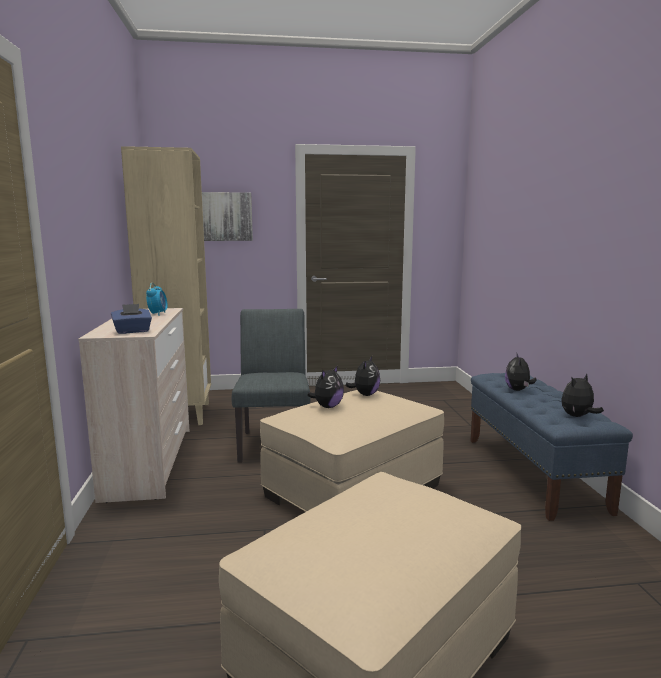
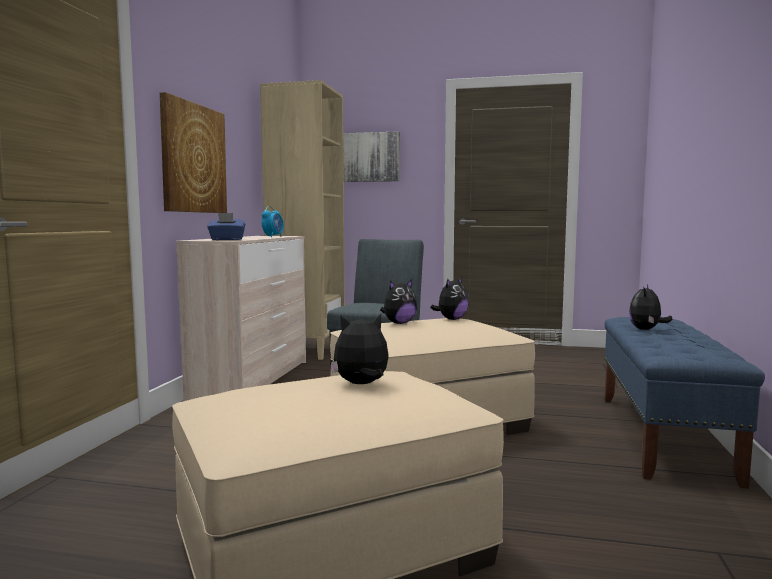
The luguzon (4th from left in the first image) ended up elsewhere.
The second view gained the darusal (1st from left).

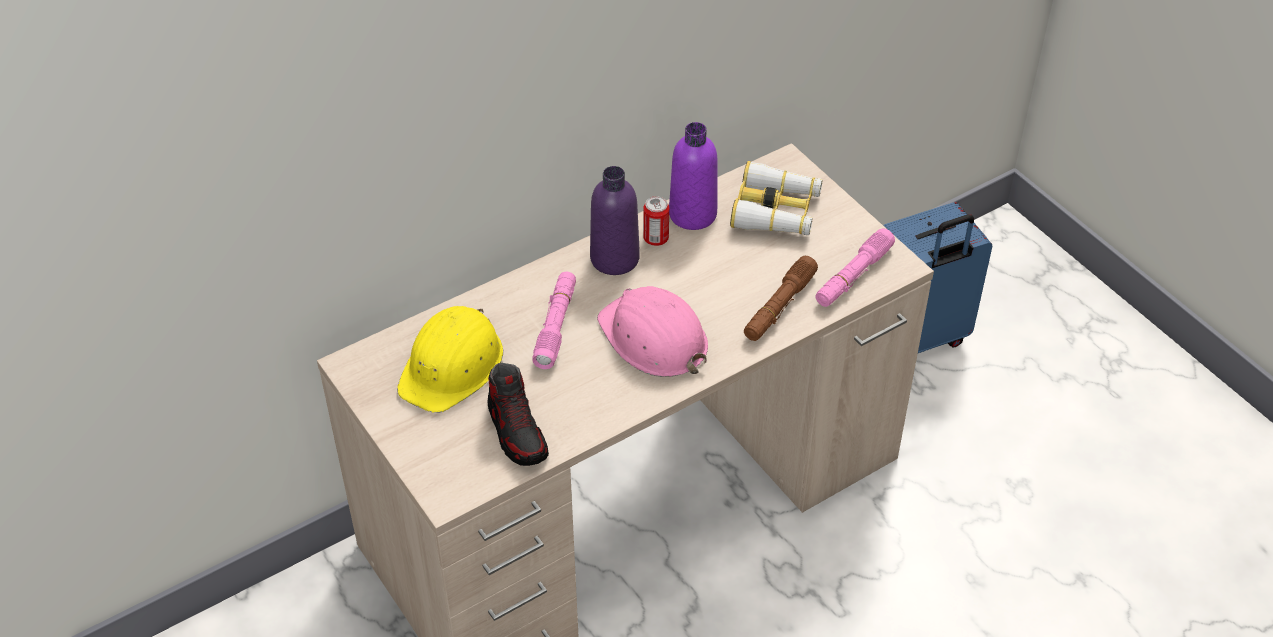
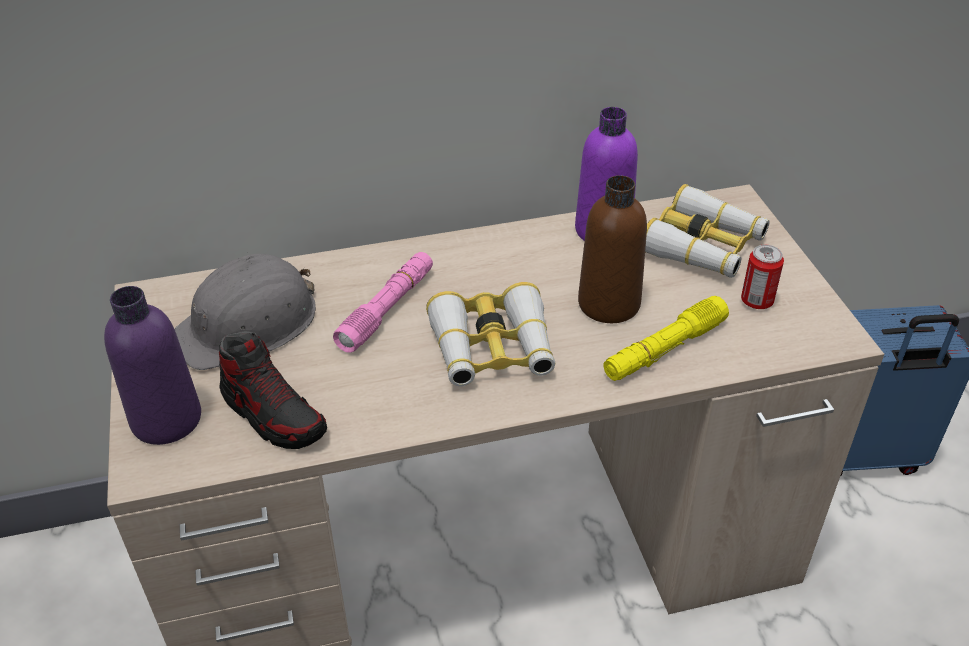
What was the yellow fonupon turned into the grey fonupon.
The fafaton ended up facing another way, 45 degrees counterclockwise from before.
The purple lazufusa (1st from left) ended up elsewhere.
Where the pink fonupon stood, the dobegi (1st from left) came to stand.
The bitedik ended up elsewhere.
What was the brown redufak turned into the yellow redufak.
The second view lost the pink redufak (2nd from left).
The second view gained the brown lazufusa.

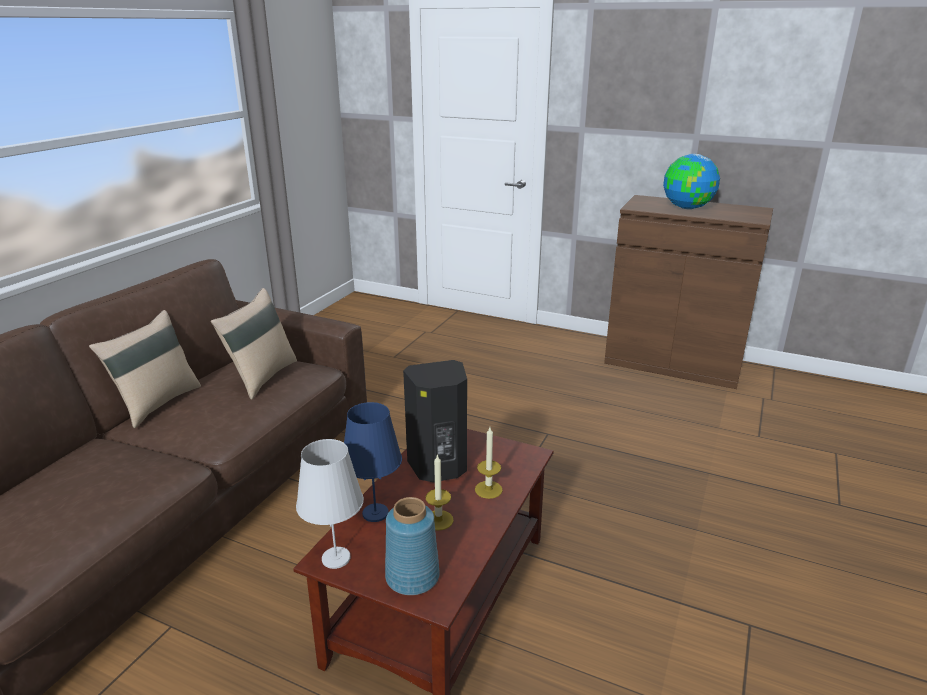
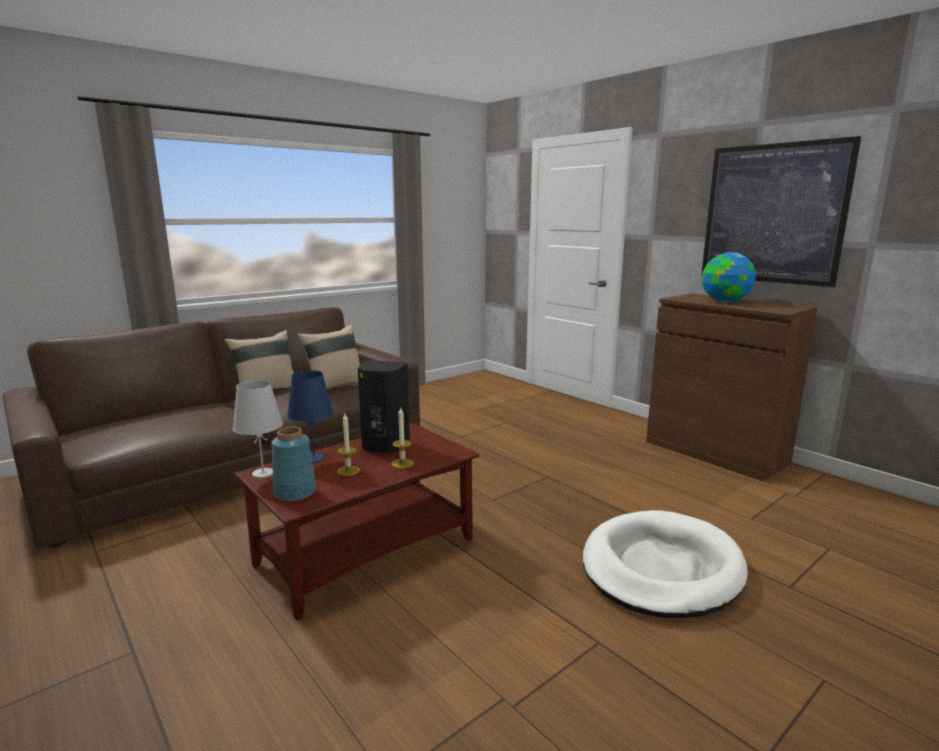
The second view gained the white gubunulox.
The second view gained the darusal.

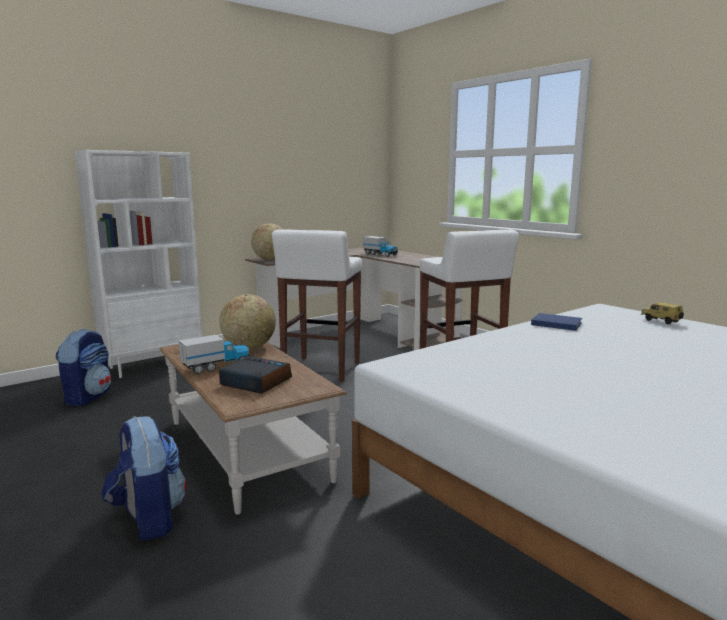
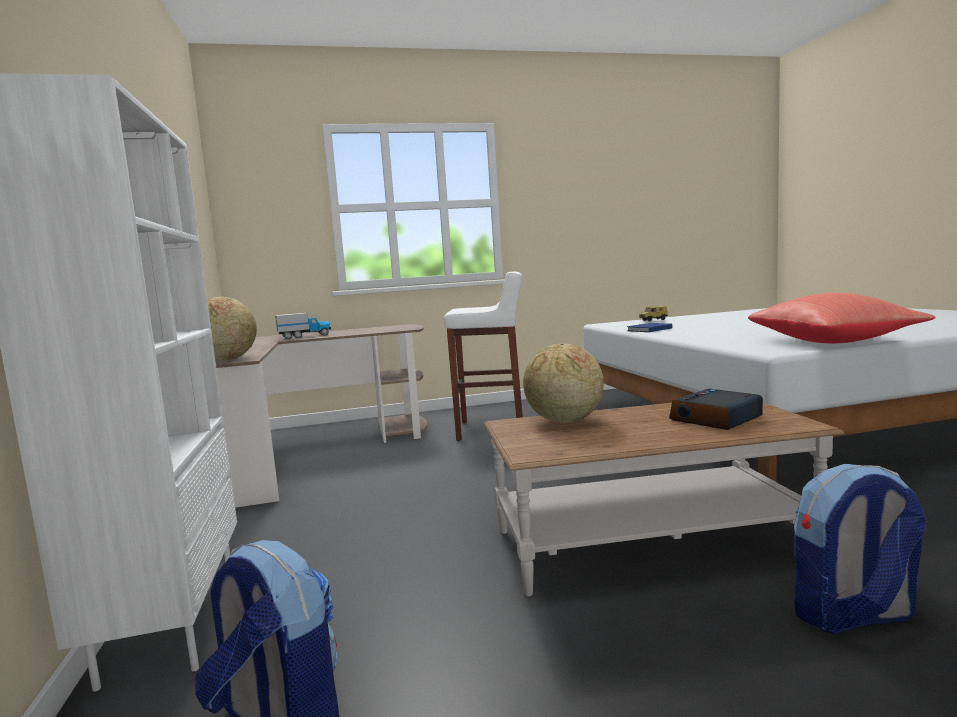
The second view lost the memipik (1st from left).
The second view lost the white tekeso (1st from left).
The second view gained the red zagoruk.

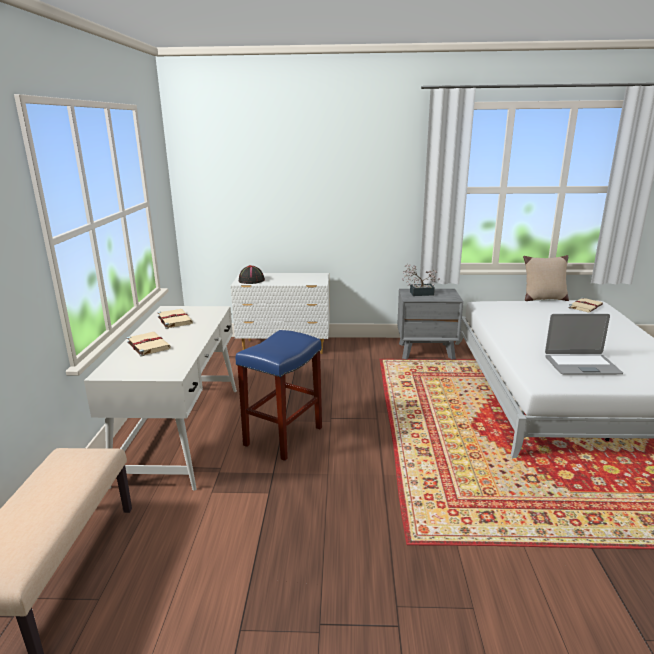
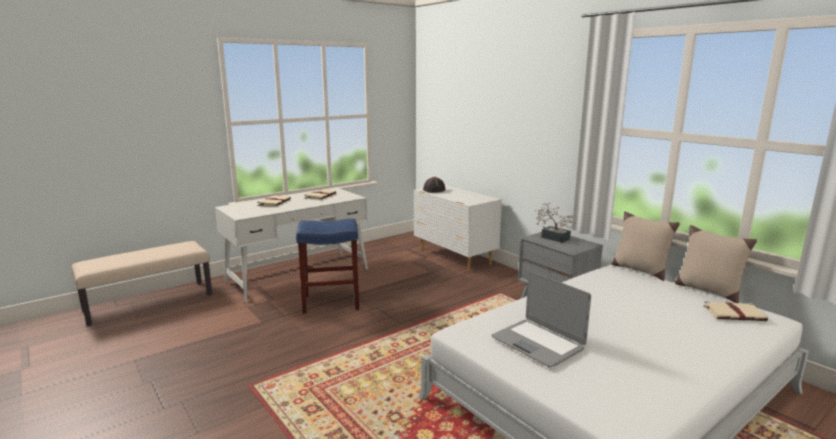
The second view gained the beige zagoruk (1st from left).

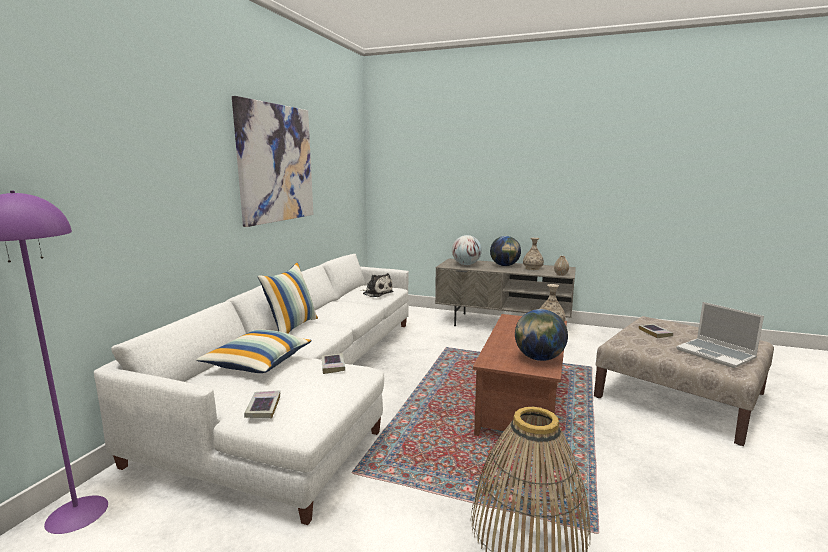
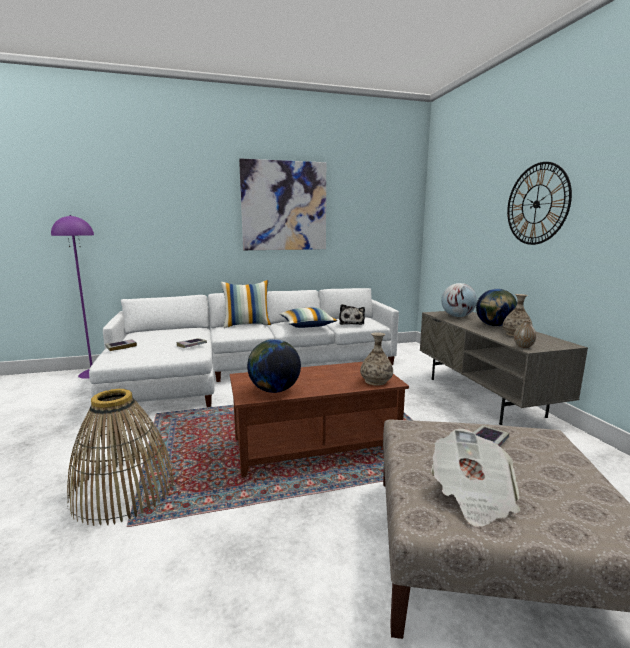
The zagoruk (1st from left in the first image) ended up elsewhere.
Where the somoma stood, the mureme came to stand.
The second view gained the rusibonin.

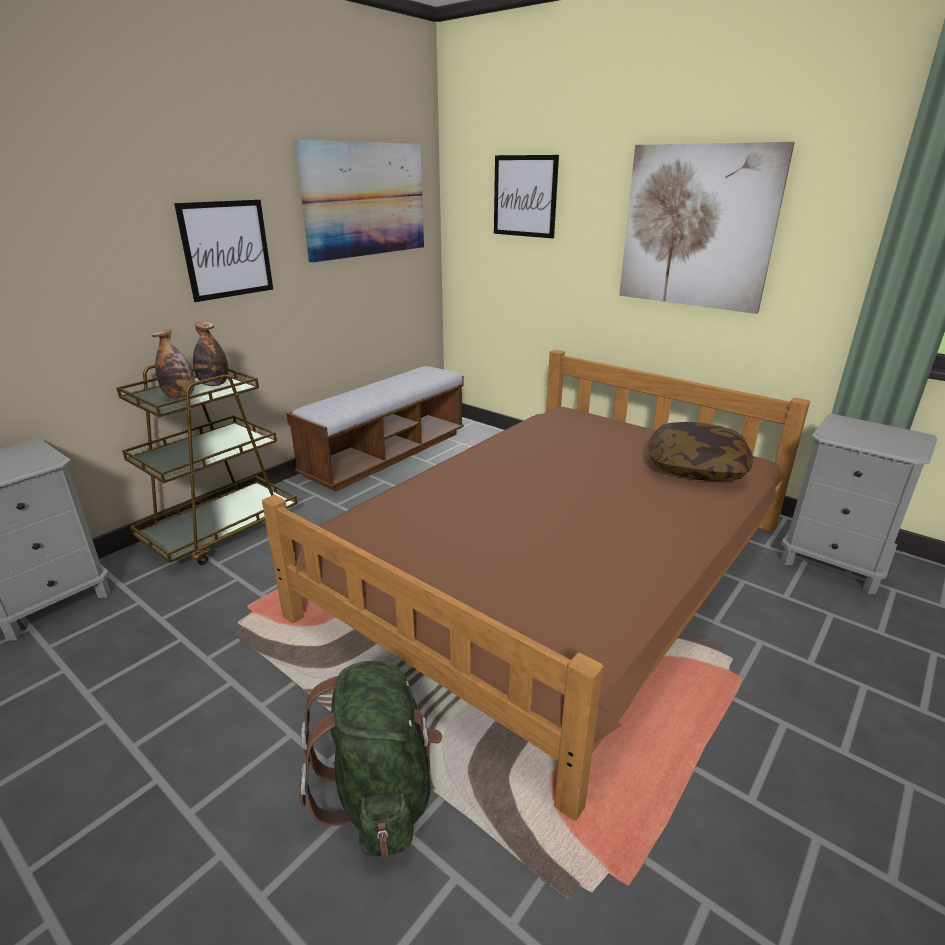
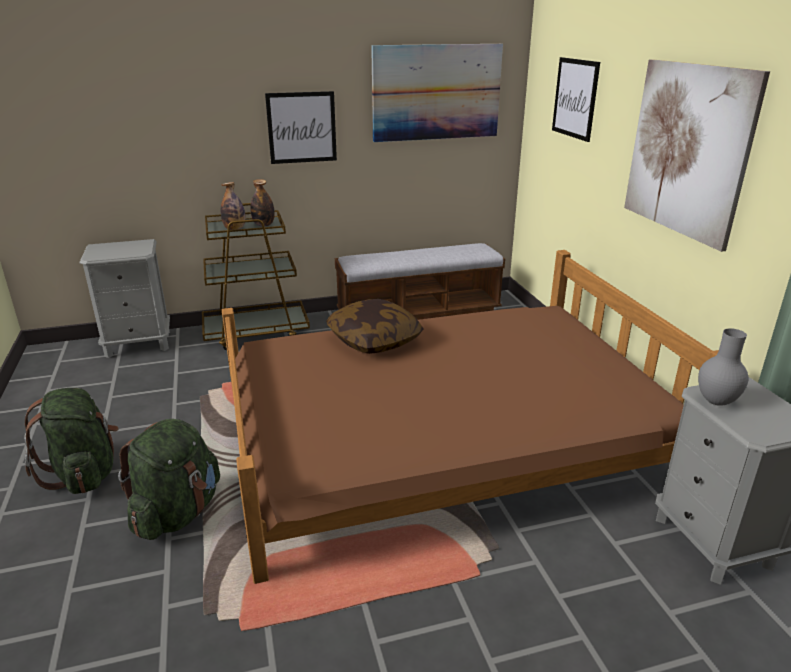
The zagoruk ended up elsewhere.
The second view gained the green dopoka (1st from left).
The second view gained the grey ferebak.

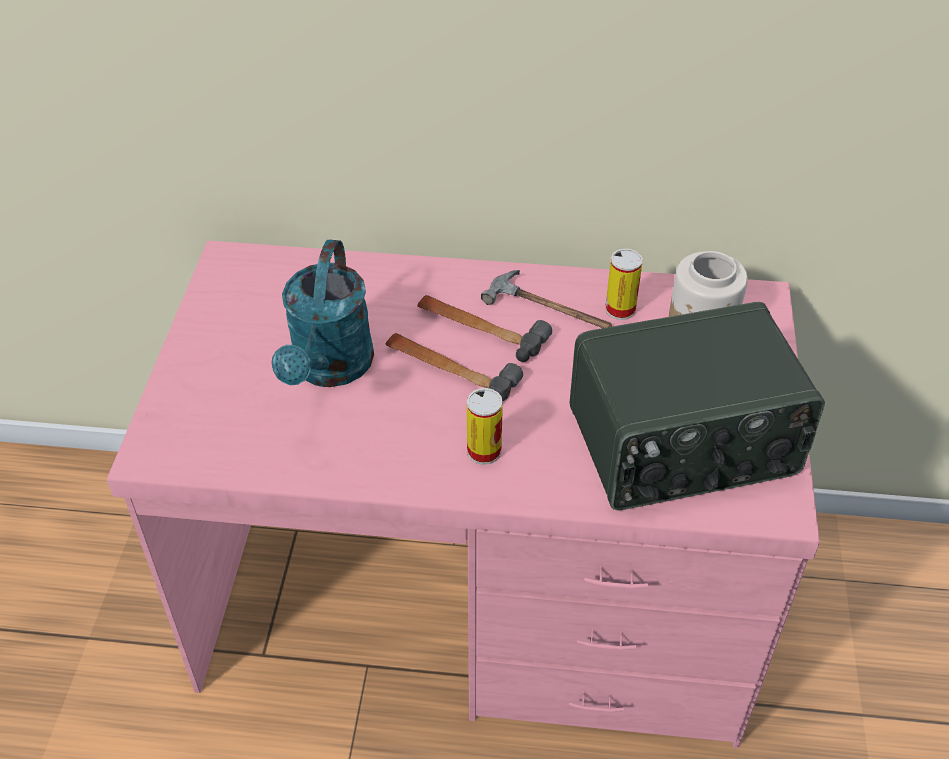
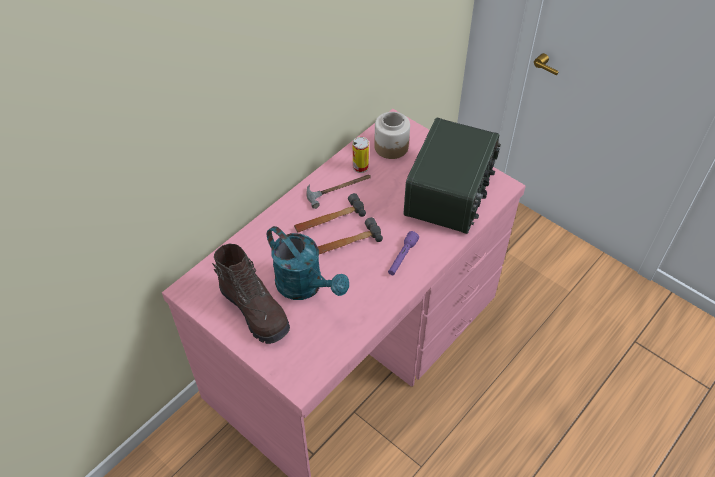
Where the bitedik (1st from left) stood, the purple redufak came to stand.
The second view gained the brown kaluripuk.

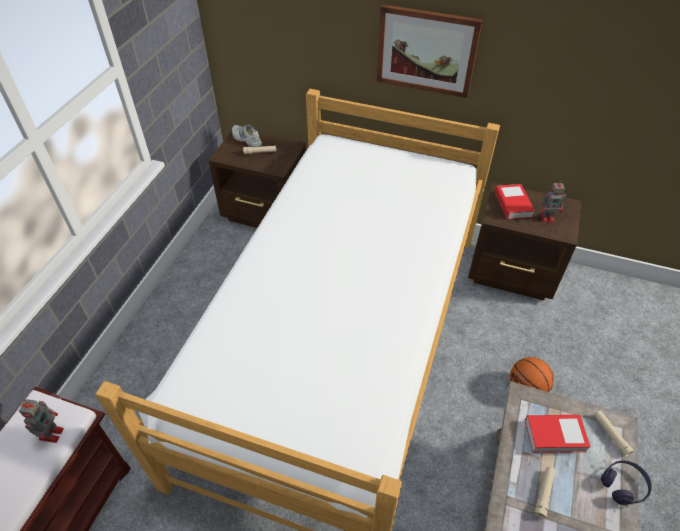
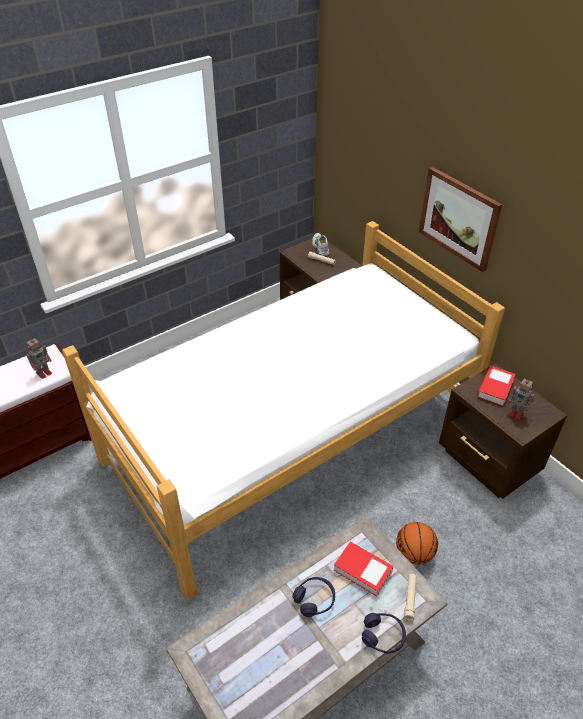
Where the beige redufak (2nd from left) stood, the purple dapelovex (1st from left) came to stand.

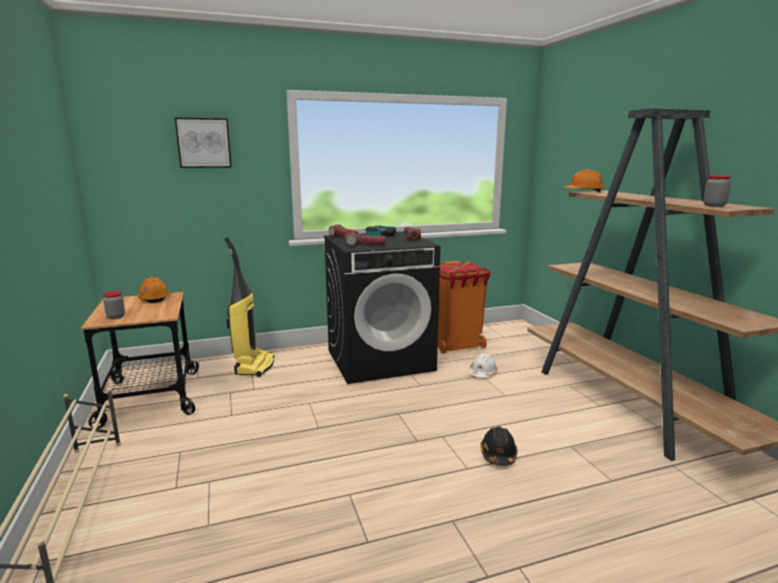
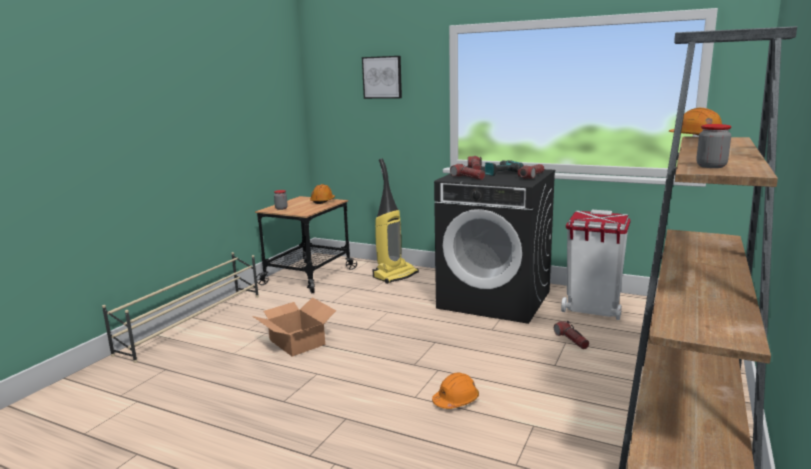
What was the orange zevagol turned into the white zevagol.
Where the white fonupon stood, the redufak (4th from left) came to stand.
What was the black fonupon turned into the orange fonupon (2nd from left).
The second view gained the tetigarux.

